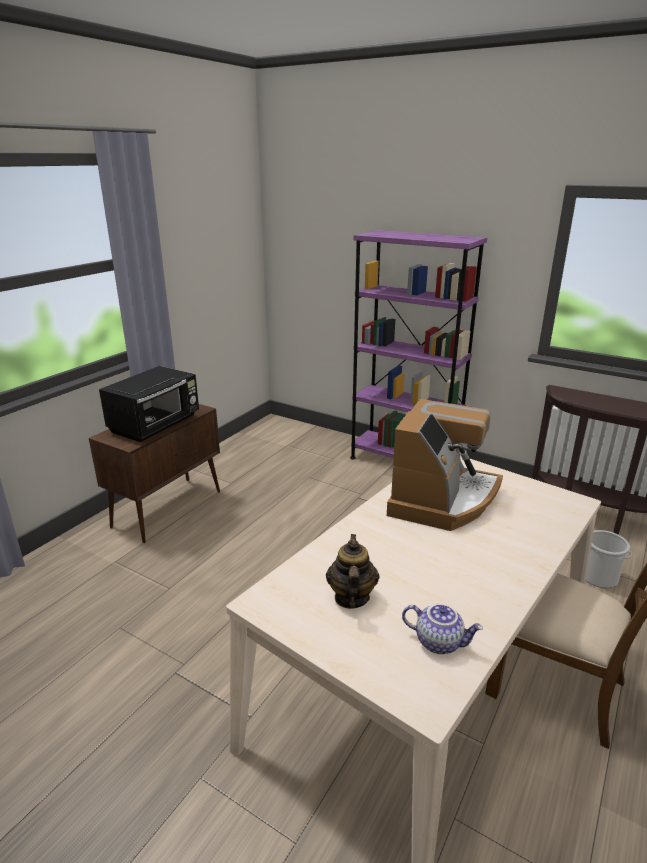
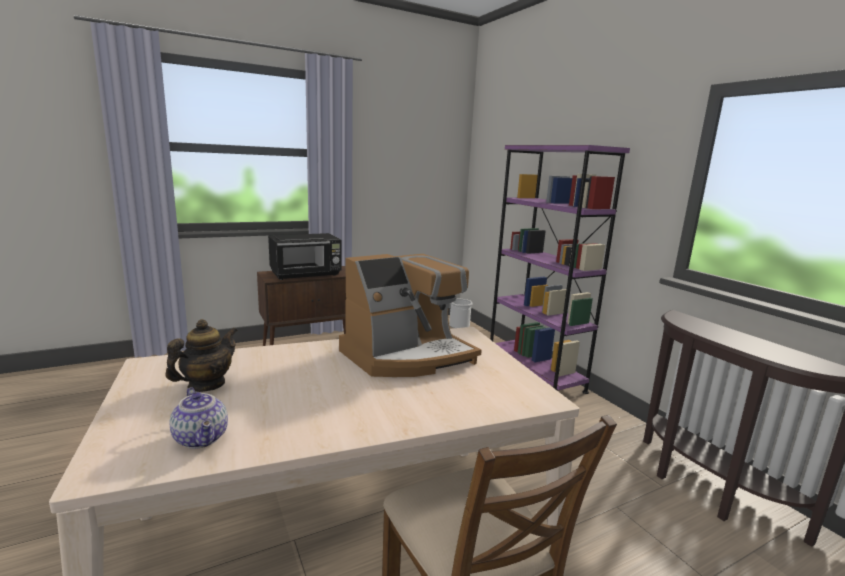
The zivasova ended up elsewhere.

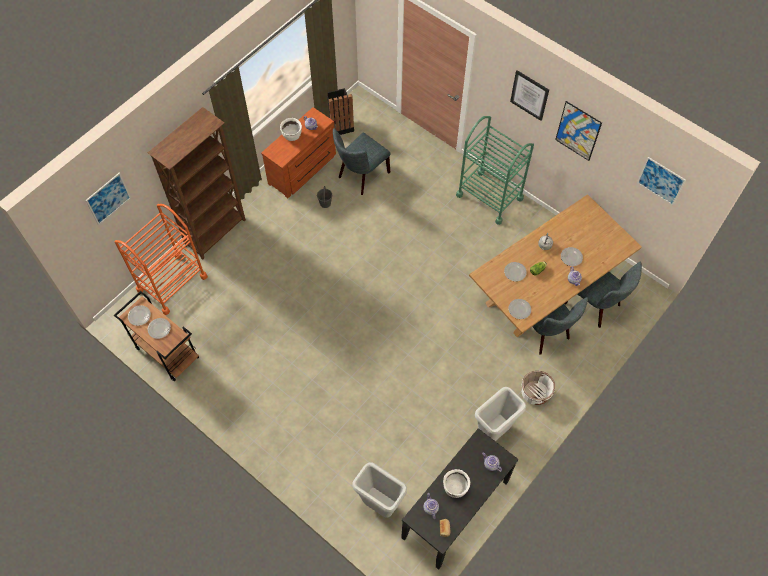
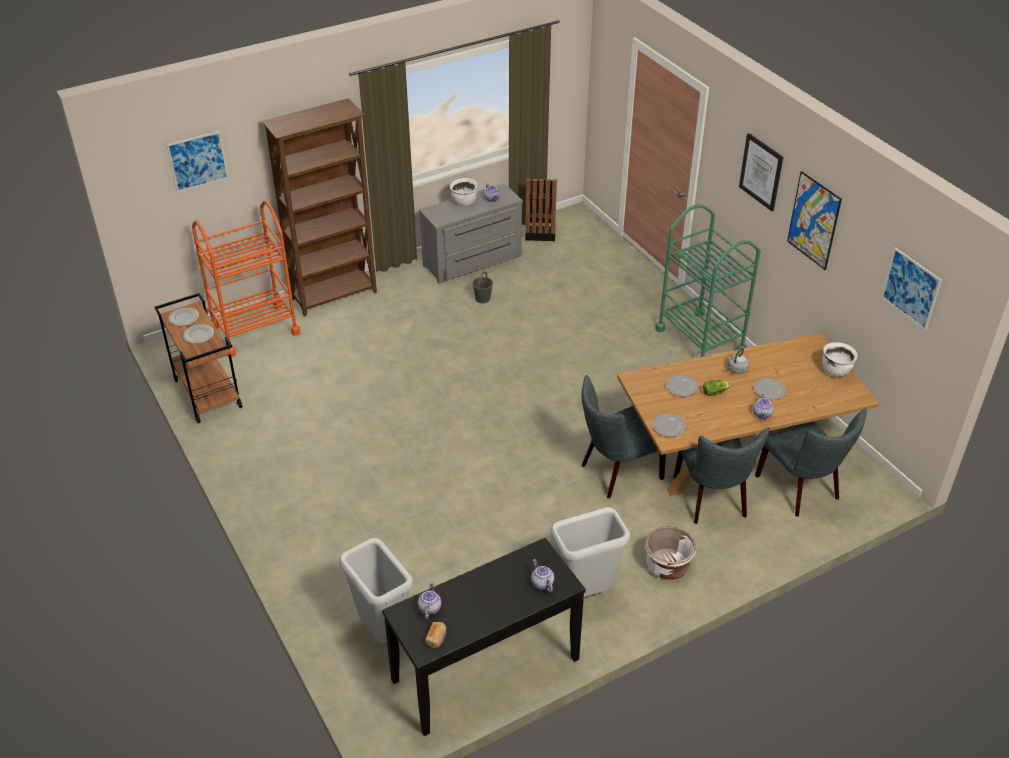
What was the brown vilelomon turned into the grey vilelomon.
The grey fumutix (1st from left) ended up elsewhere.
The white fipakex (2nd from left) ended up elsewhere.

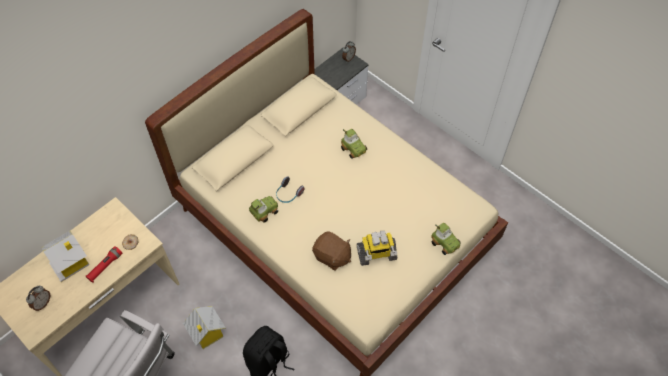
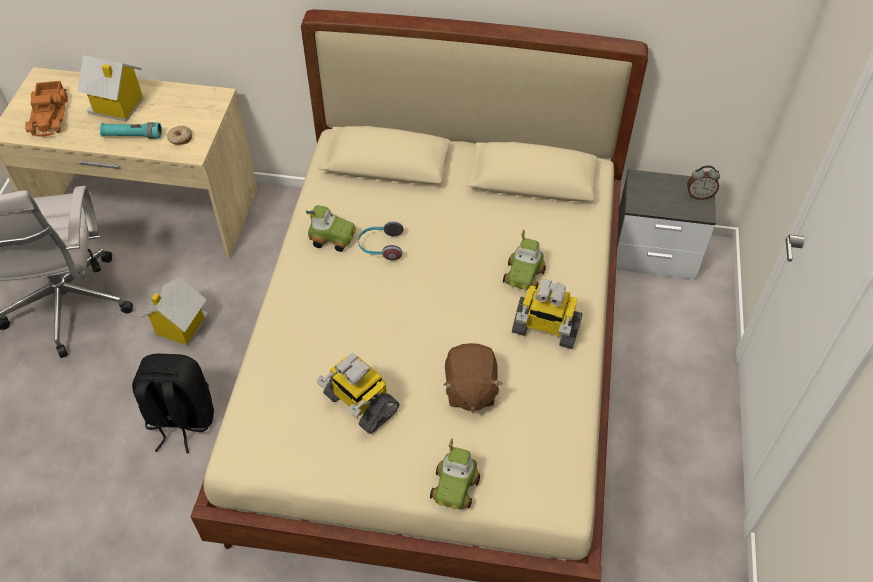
Where the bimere (1st from left) stood, the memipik came to stand.
What was the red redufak turned into the turquoise redufak.
The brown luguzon ended up elsewhere.
The second view gained the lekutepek (2nd from left).

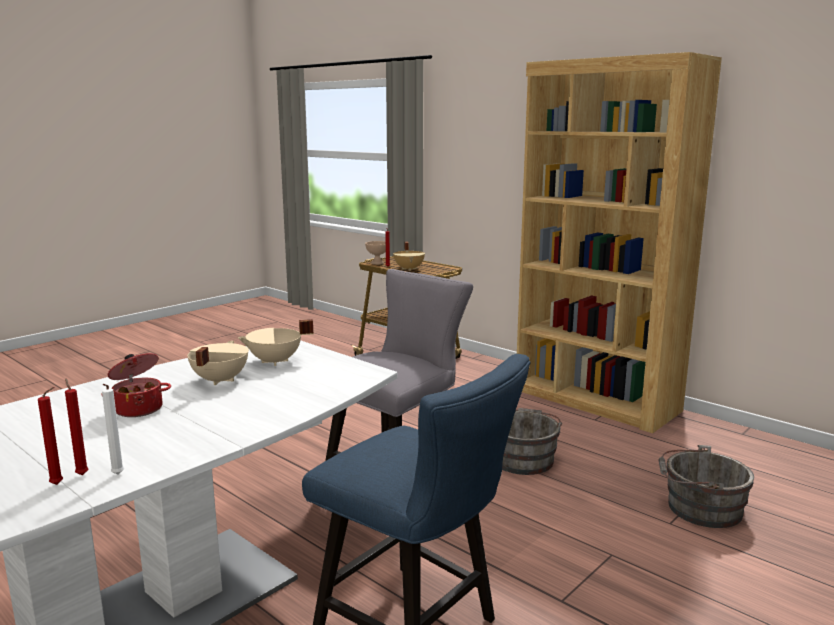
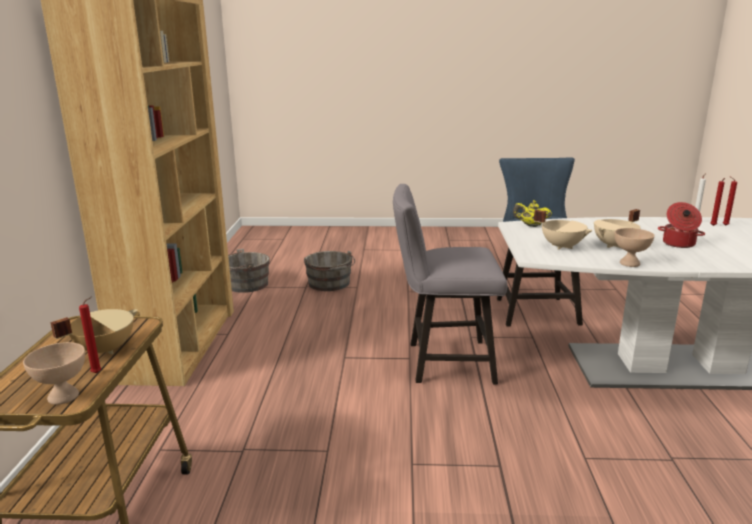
The grey zivasova (1st from left) ended up elsewhere.
The second view gained the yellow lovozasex.
The second view gained the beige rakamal (2nd from left).

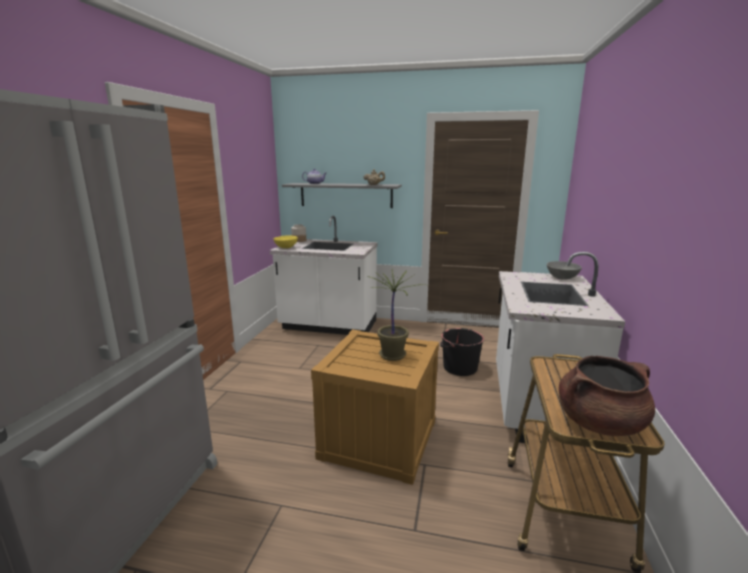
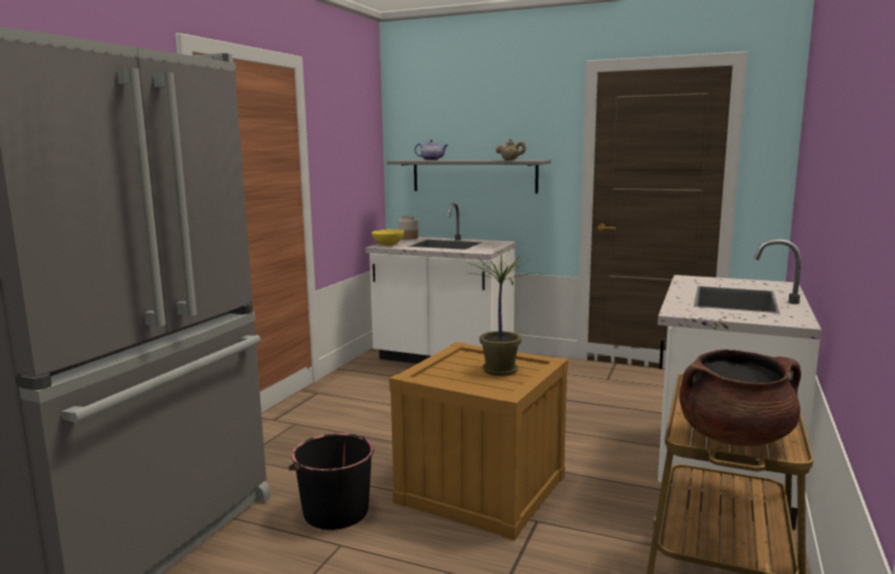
The black zivasova ended up elsewhere.
The second view lost the grey rakamal.

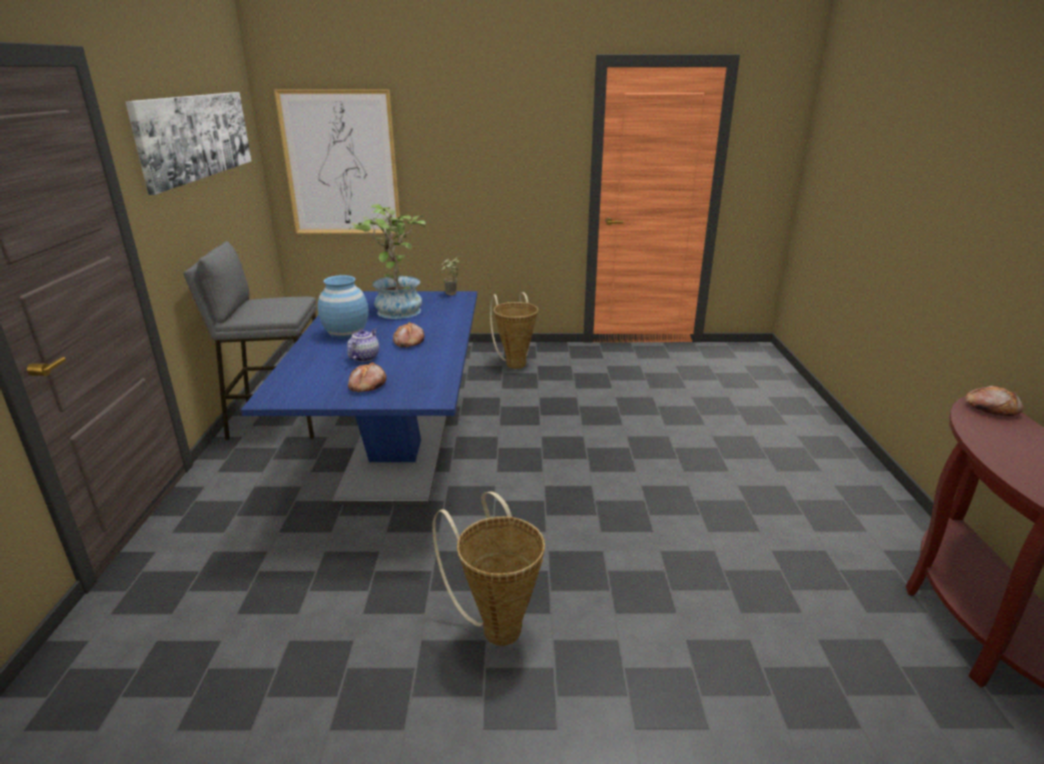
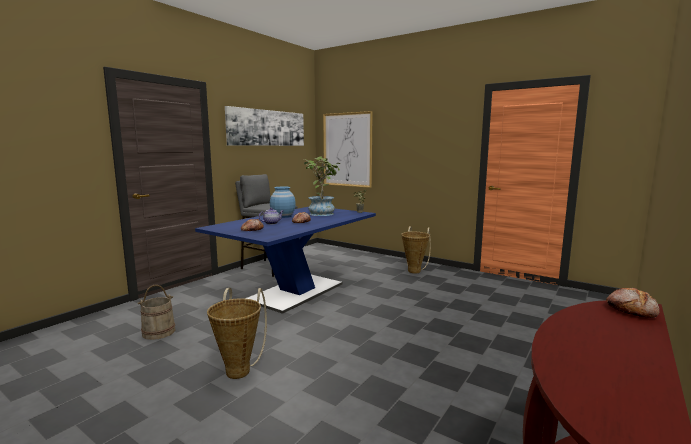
The second view gained the beige zivasova.

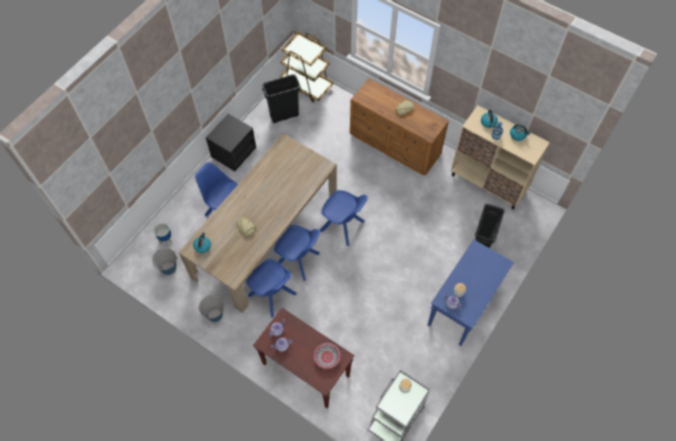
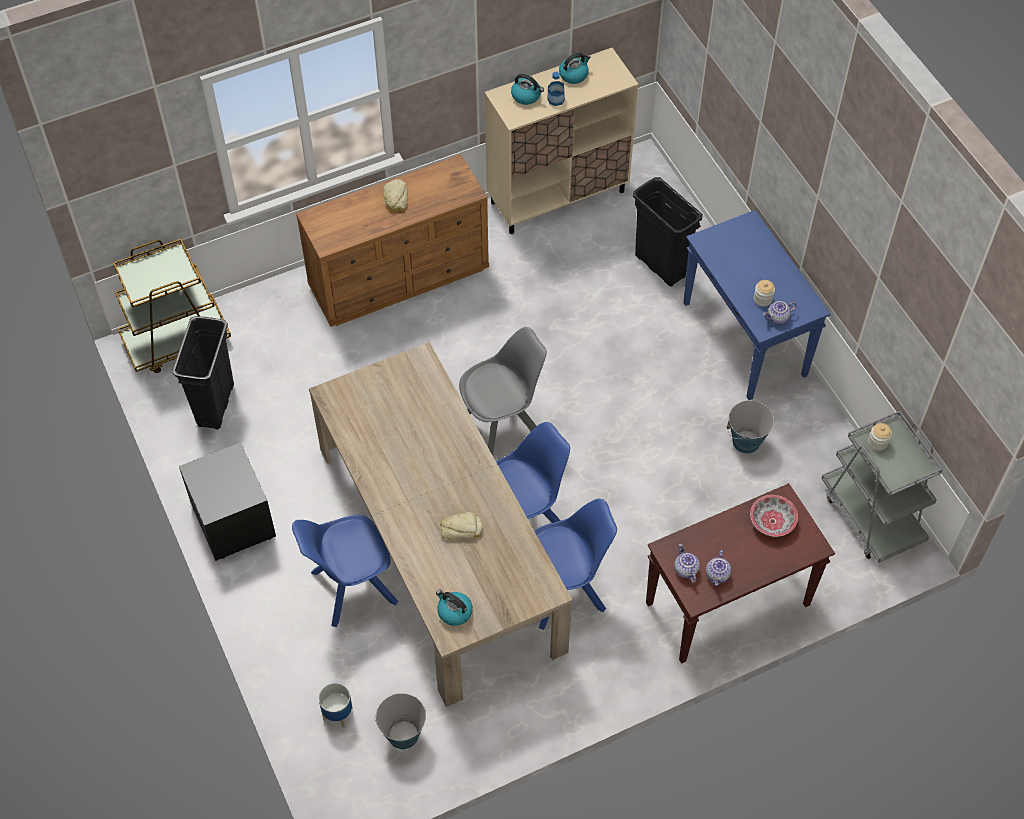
The zivasova (2nd from left) ended up elsewhere.
What was the blue fumutix (4th from left) turned into the grey fumutix.

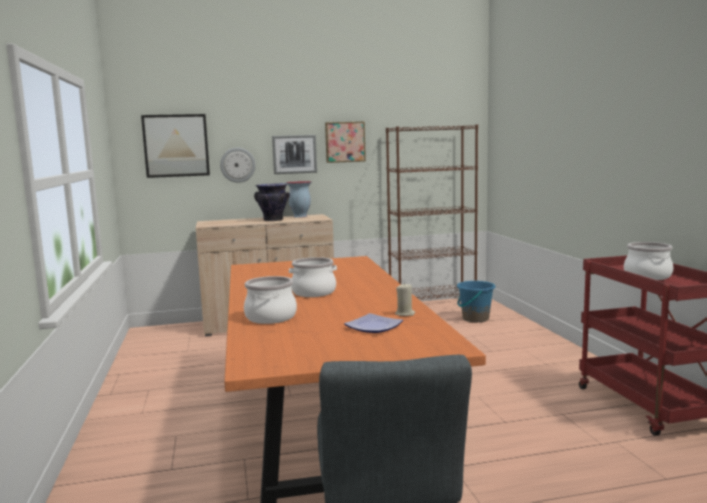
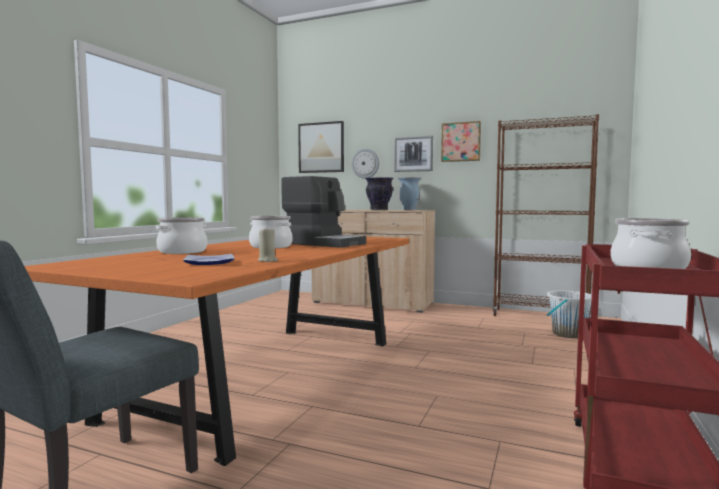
What was the blue zivasova turned into the white zivasova.
The second view gained the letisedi.

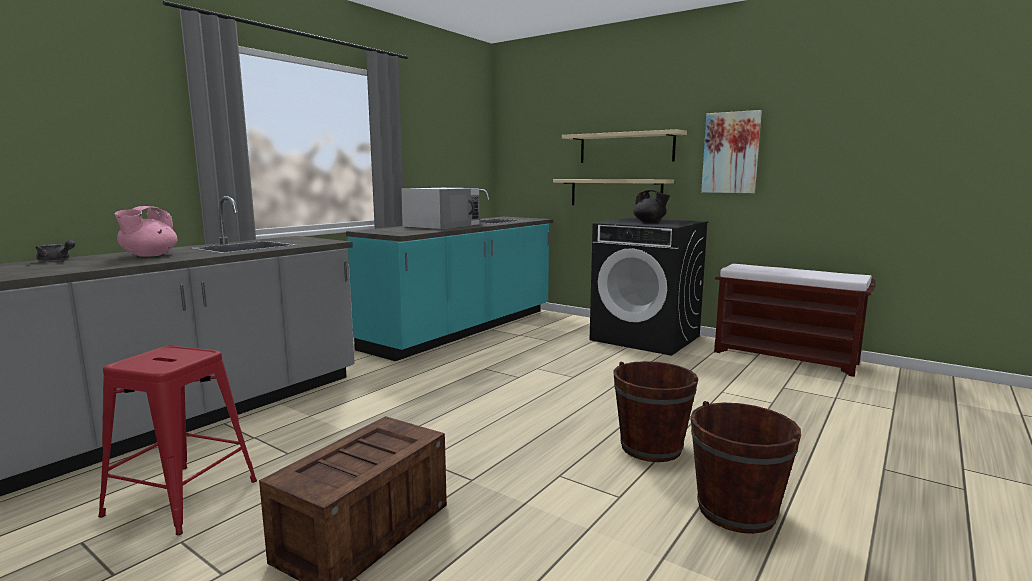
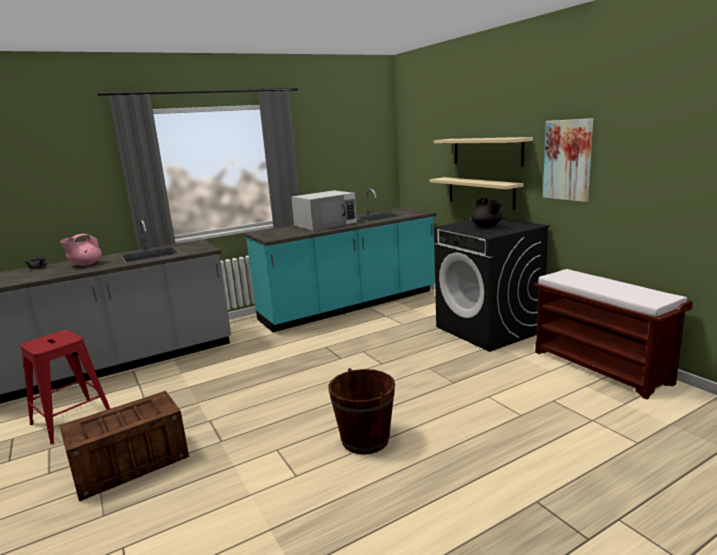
The second view lost the brown zivasova (2nd from left).

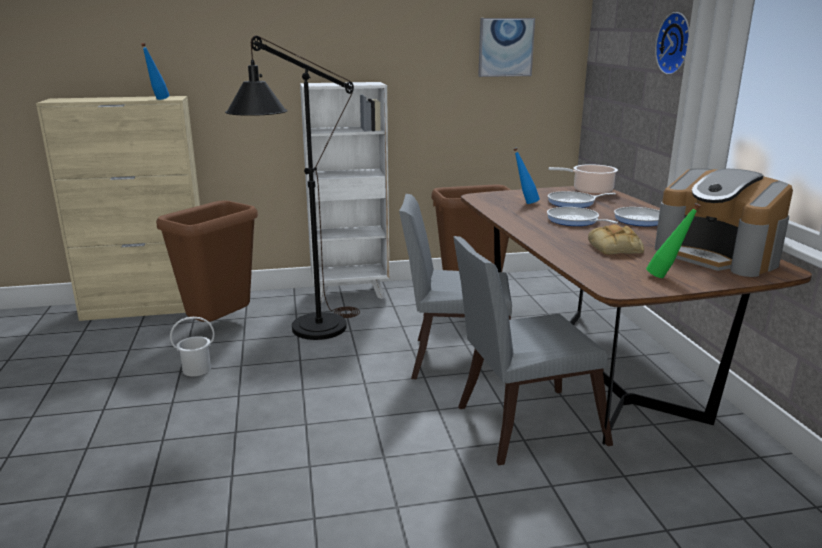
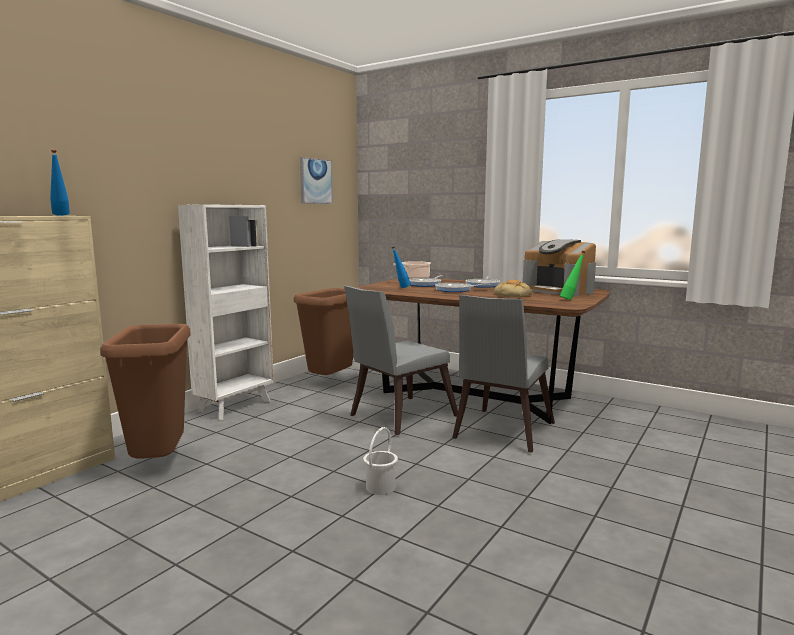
The white zivasova ended up elsewhere.
The second view lost the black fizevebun.
The second view lost the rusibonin.
The letisedi ended up facing another way, 45 degrees clockwise from before.

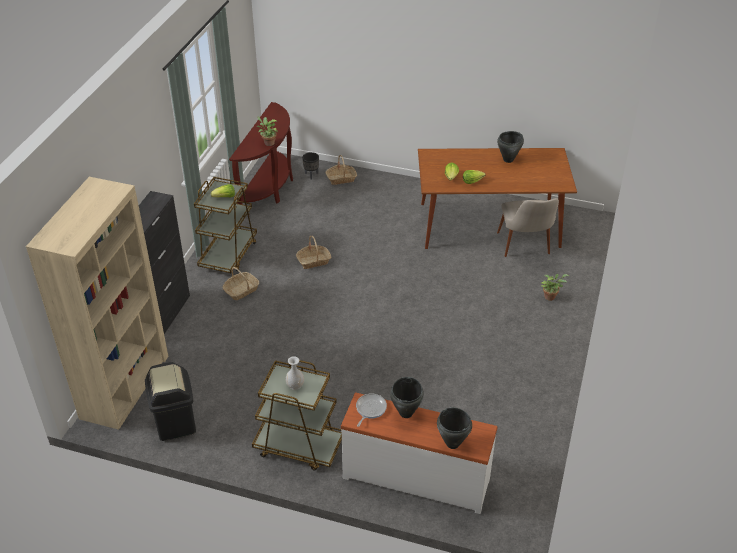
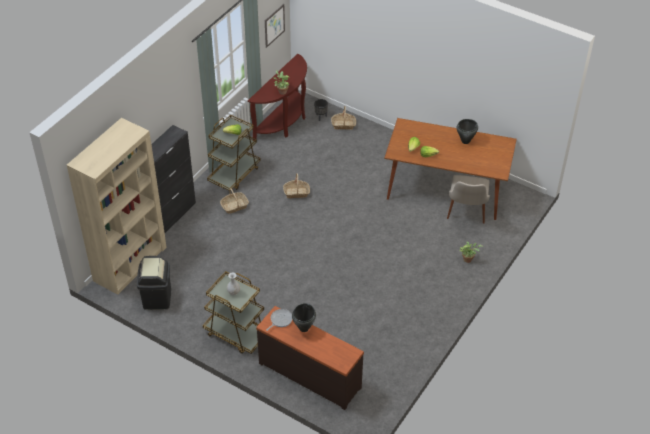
What was the white vilelomon turned into the brown vilelomon.
The second view lost the black fipakex (2nd from left).
The second view gained the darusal.

